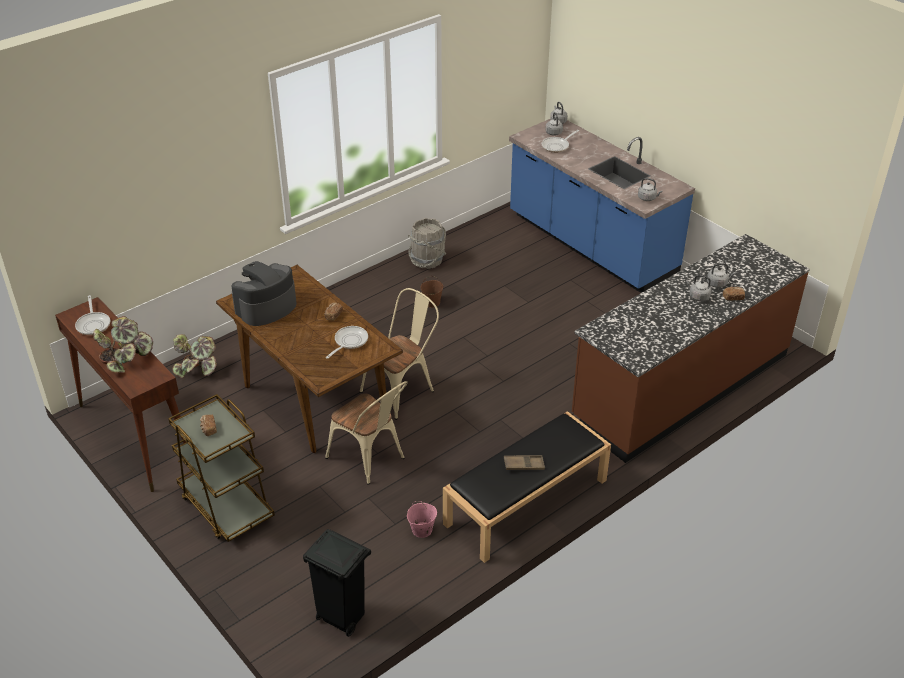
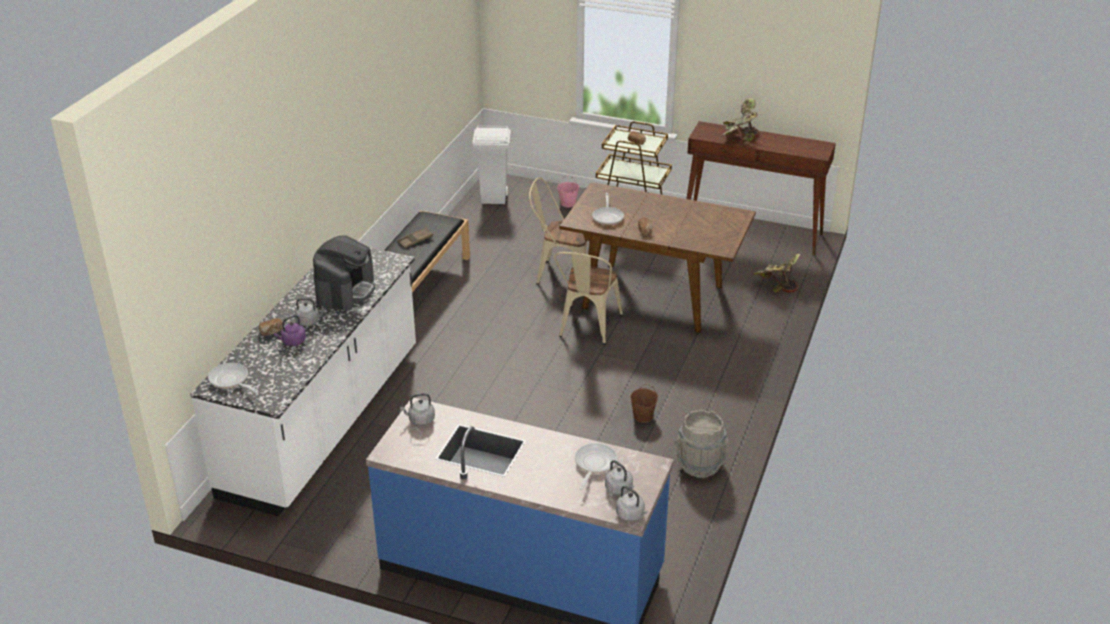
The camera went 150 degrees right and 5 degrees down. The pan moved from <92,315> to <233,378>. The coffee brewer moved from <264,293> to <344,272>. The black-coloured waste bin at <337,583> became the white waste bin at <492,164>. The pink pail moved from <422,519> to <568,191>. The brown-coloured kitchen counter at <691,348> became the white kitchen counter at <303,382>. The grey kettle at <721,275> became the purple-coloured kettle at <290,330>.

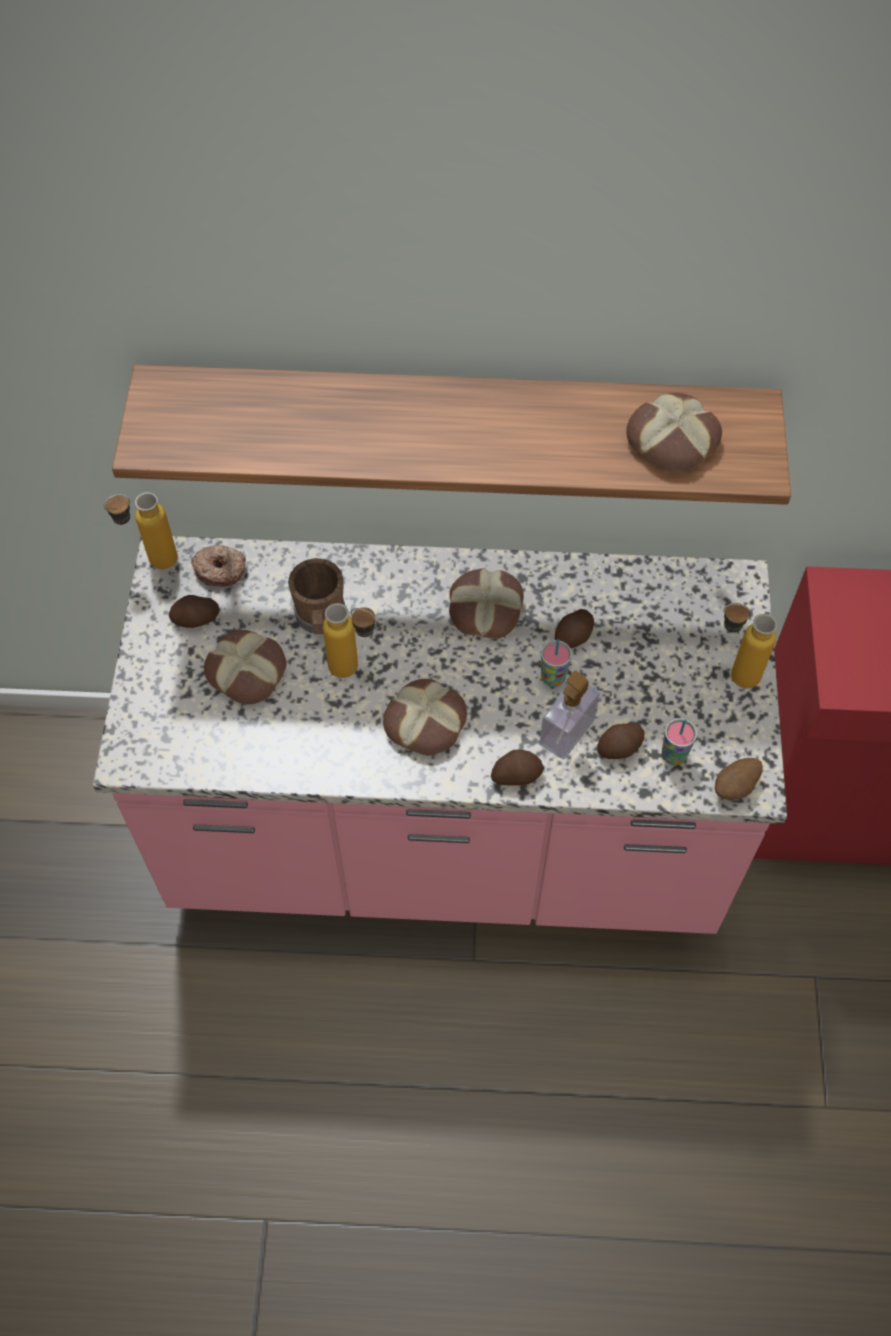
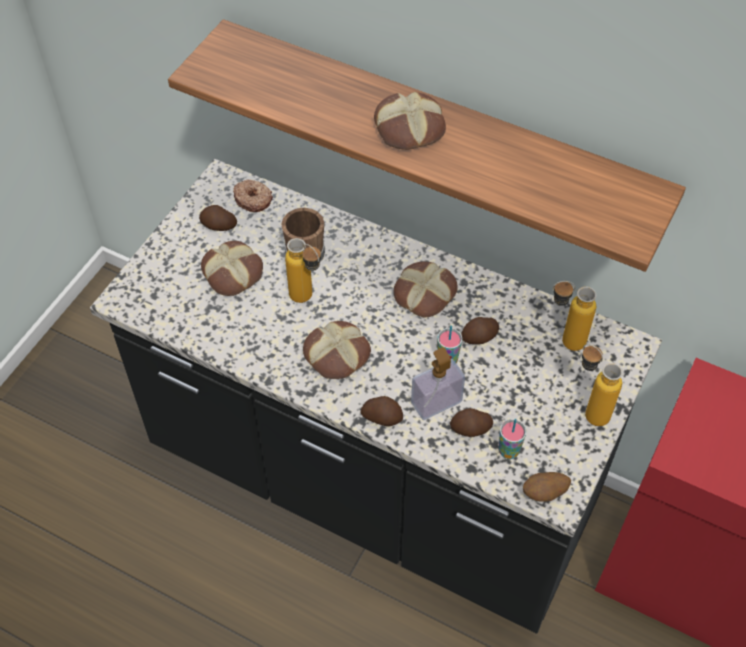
The camera went 25 degrees right and 5 degrees down. The pink kitchen counter at <440,735> became the black-coloured kitchen counter at <376,396>. The drink bottle moved from <140,530> to <575,316>. The bakery bread moved from <674,432> to <410,121>.

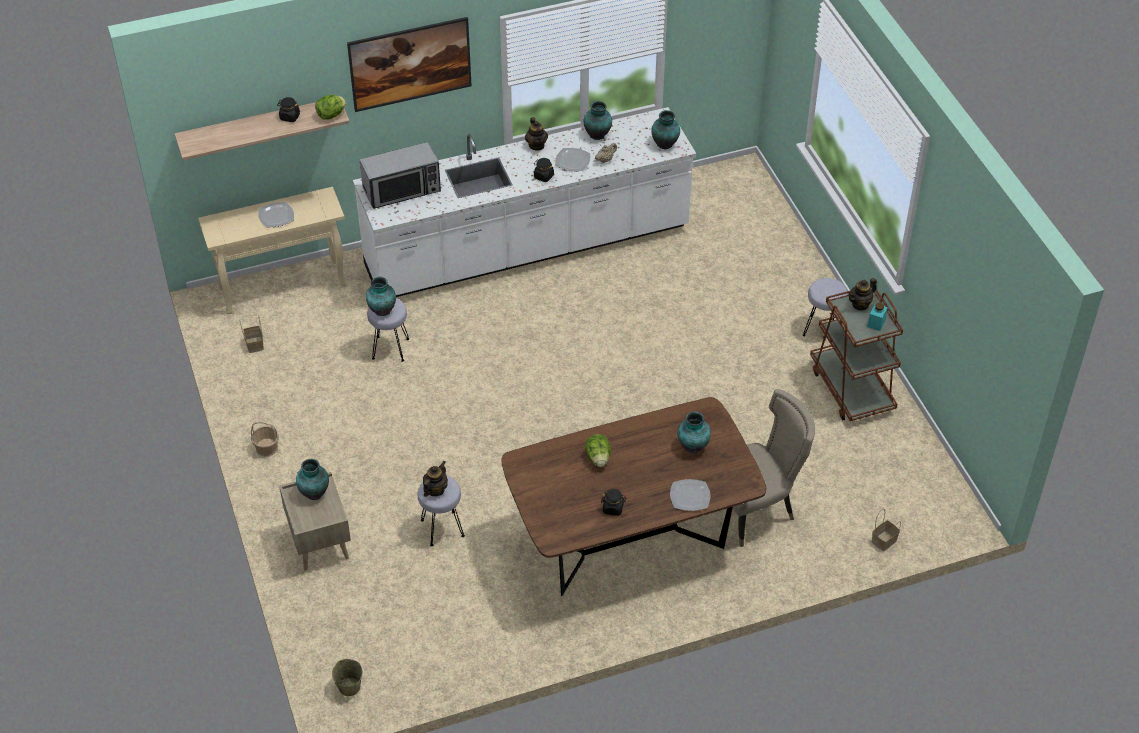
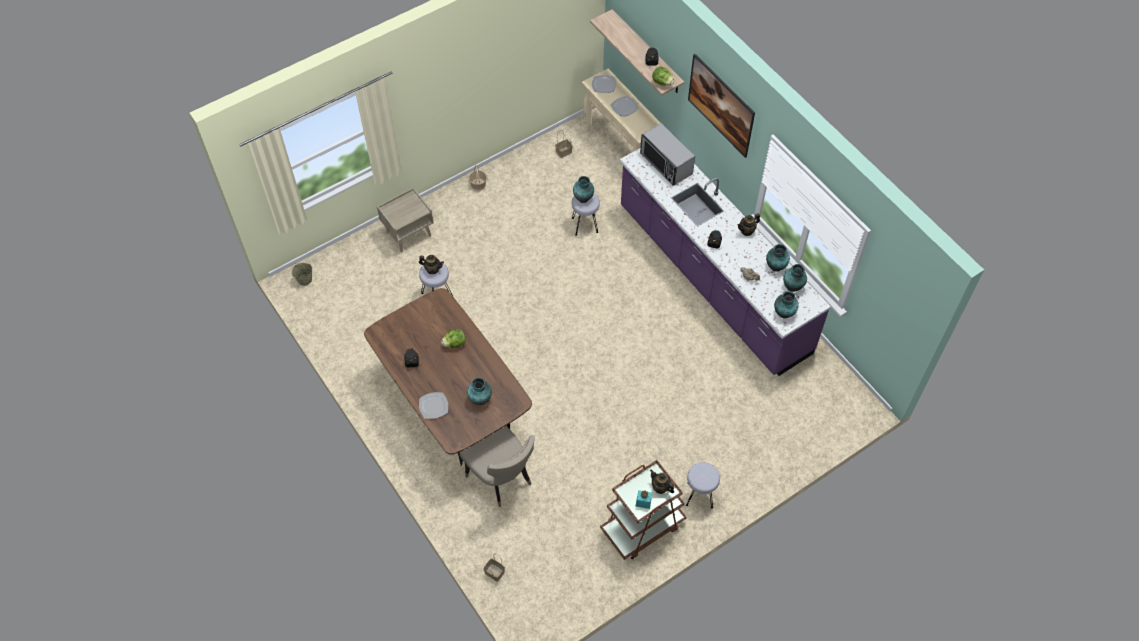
The camera went 75 degrees right and 10 degrees up. The flower vase moved from <312,479> to <795,278>. The white kitchen counter at <524,202> became the purple-coloured kitchen counter at <725,262>. The dinner plate moved from <572,159> to <604,84>.

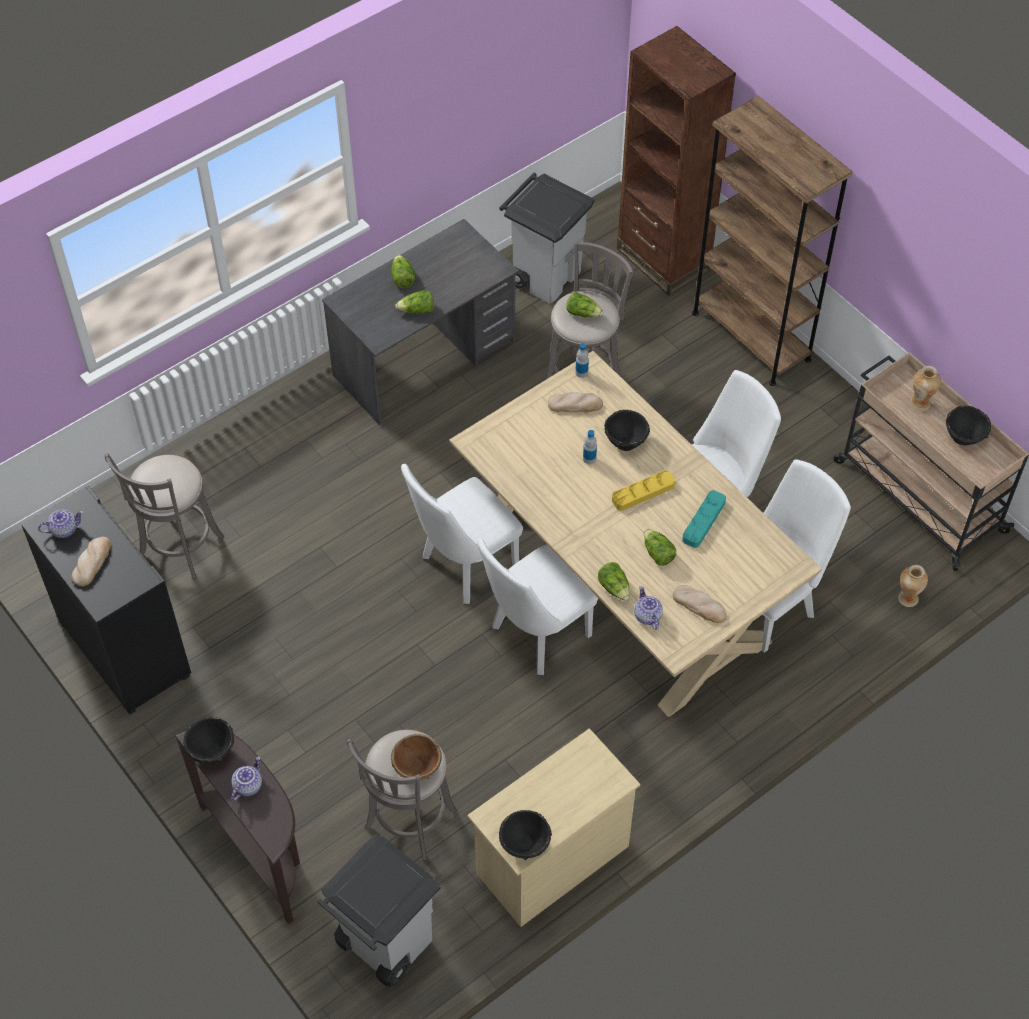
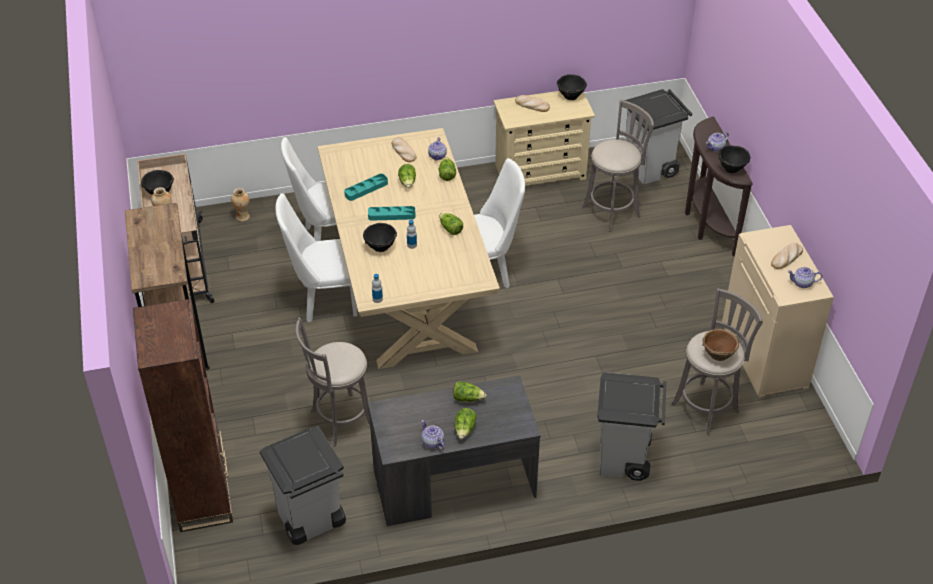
The camera went 155 degrees left and 10 degrees down. The black-coloured storage cabinet at <106,600> became the beige-coloured storage cabinet at <778,311>. The brown-coloured deep dish moved from <416,757> to <720,345>. The white plain chair at <462,534> disappeared. The bakery bread moved from <575,402> to <532,103>. The lettuce head moved from <584,305> to <451,224>. The yellowish carrying tray at <643,491> became the blue-green carrying tray at <391,213>. The teapot at <433,435> appeared. The grey waste bin at <632,426> appeared.

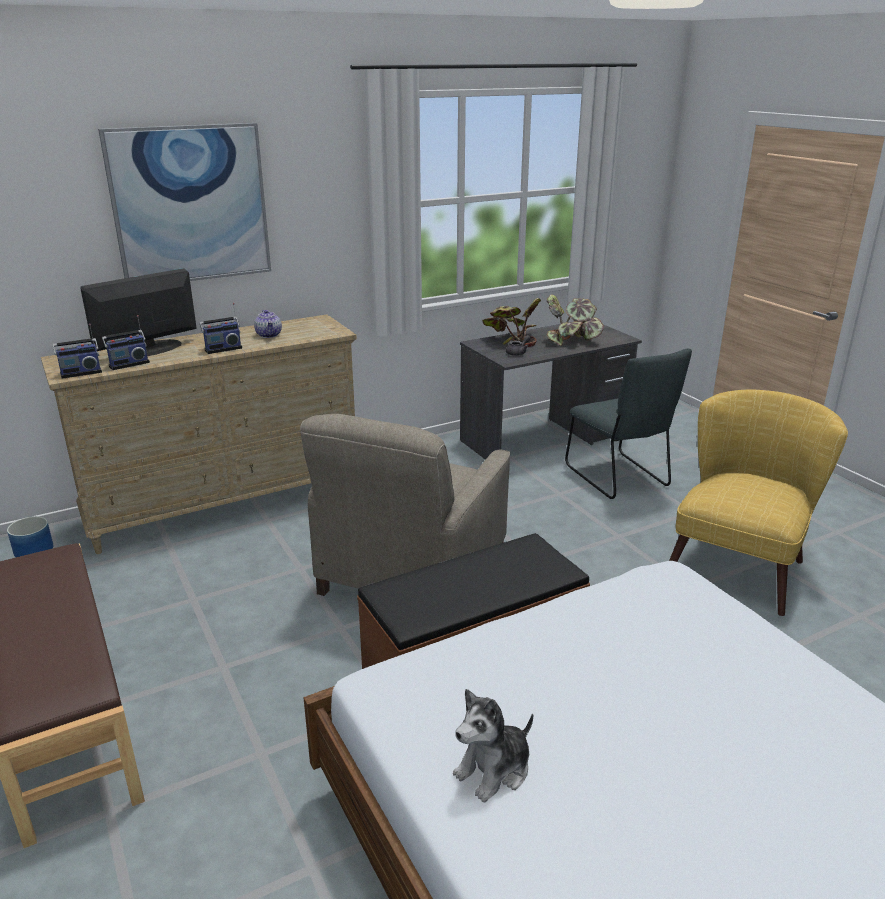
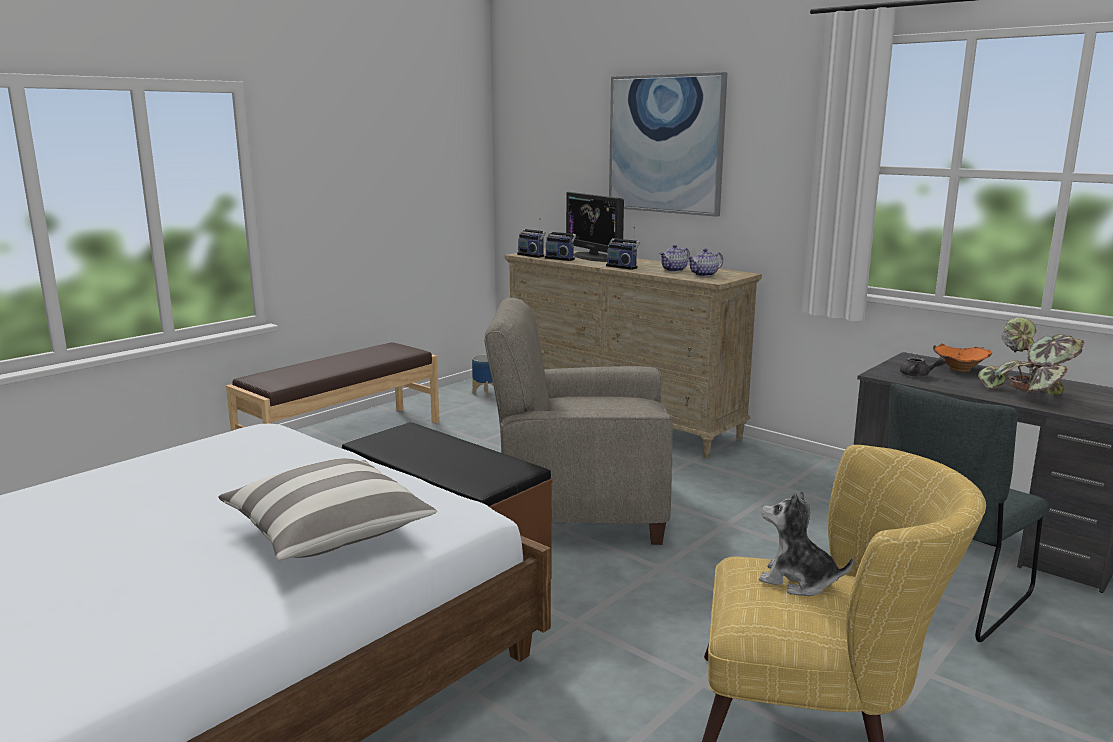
The camera went 70 degrees right and 10 degrees down. The monitor at <138,312> turned 150 degrees counterclockwise. The plush toy moved from <493,746> to <806,543>. The plant in a pot at <511,322> was replaced by the orange deep dish at <962,358>. The pillow at <327,509> appeared. The teapot at <705,262> appeared.

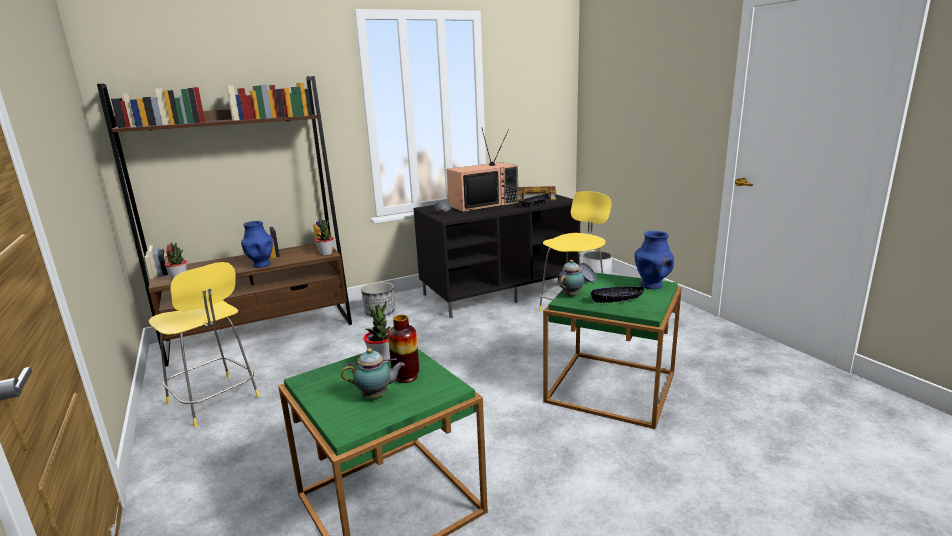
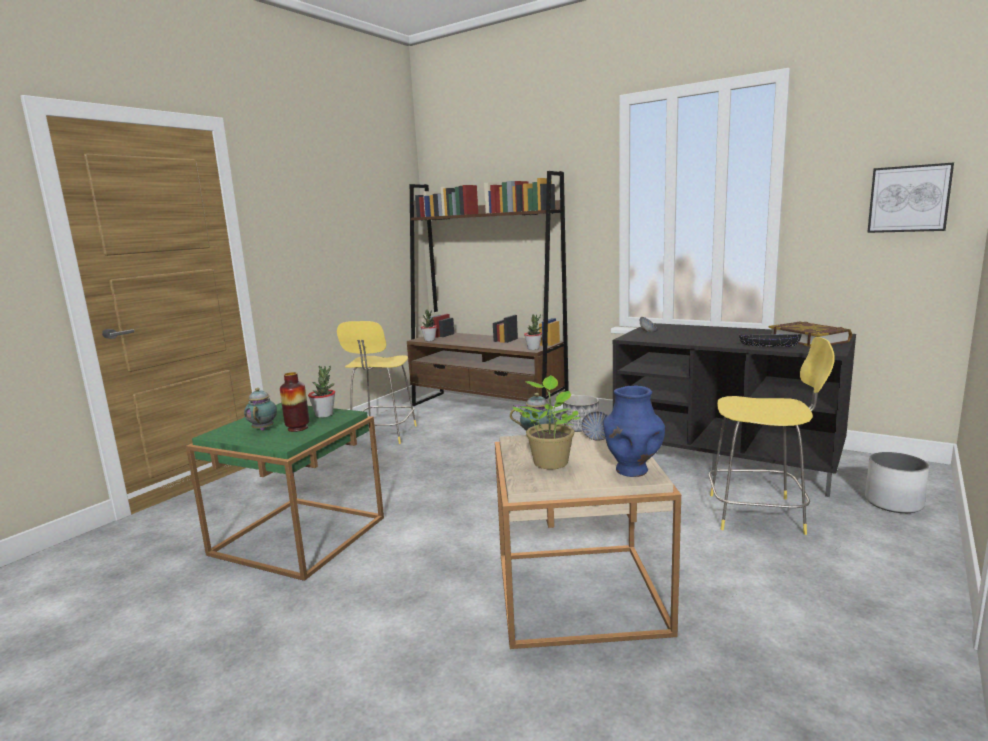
The camera went 60 degrees right and 5 degrees down. The blue flower vase at <257,244> disappeared. The teapot at <373,373> turned 150 degrees counterclockwise. The television at <482,170> disappeared. The green accent table at <612,350> became the beige-coloured accent table at <588,540>. The black-coloured deep dish at <617,294> was replaced by the plant in a pot at <546,422>. The wall art at <910,198> appeared.

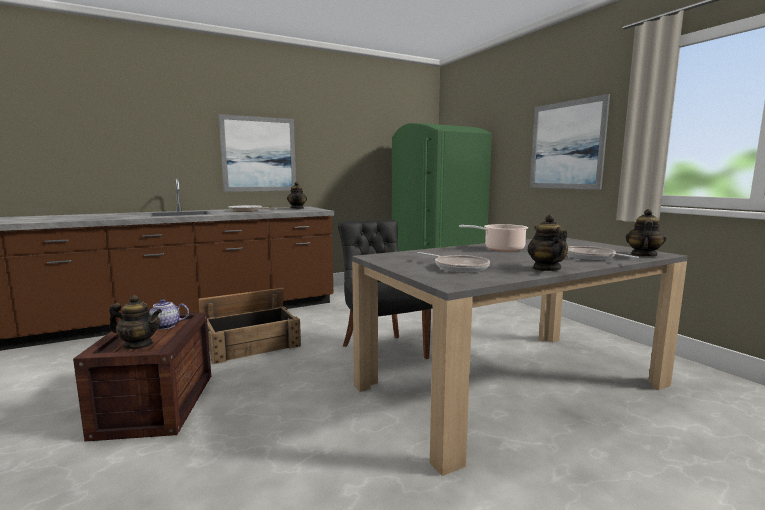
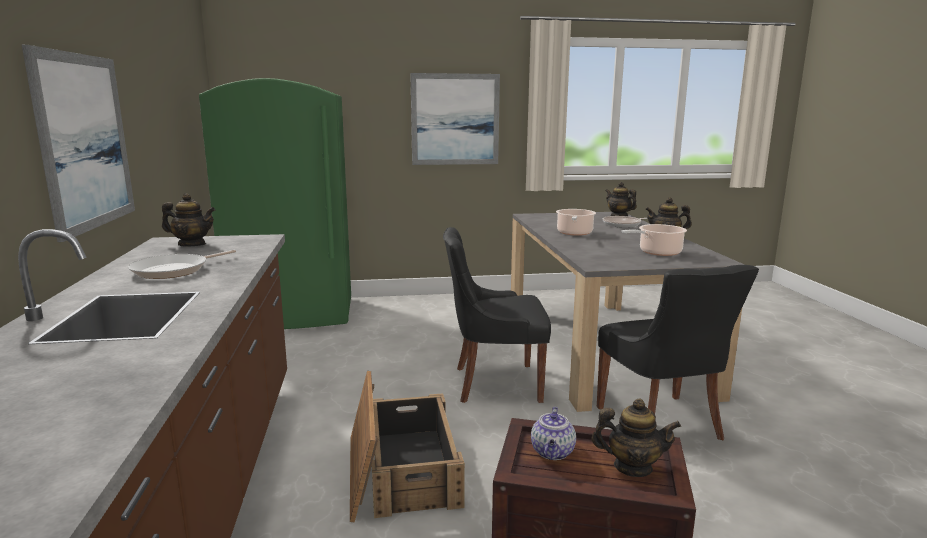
The camera went 70 degrees left and 5 degrees up. The teapot at <135,322> turned 75 degrees clockwise. The pan at <453,262> was replaced by the saucepot at <654,240>. The black-coloured plain chair at <678,352> appeared.

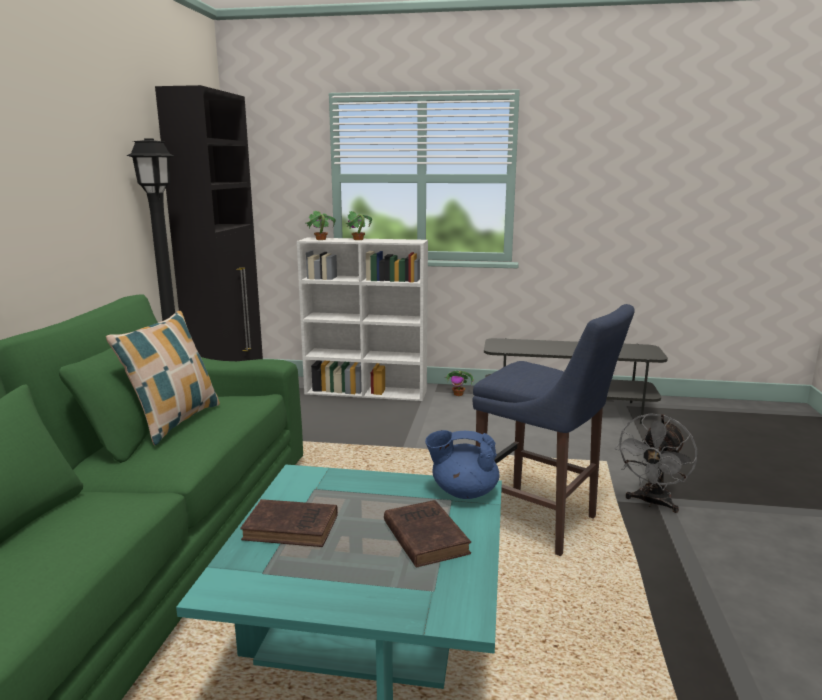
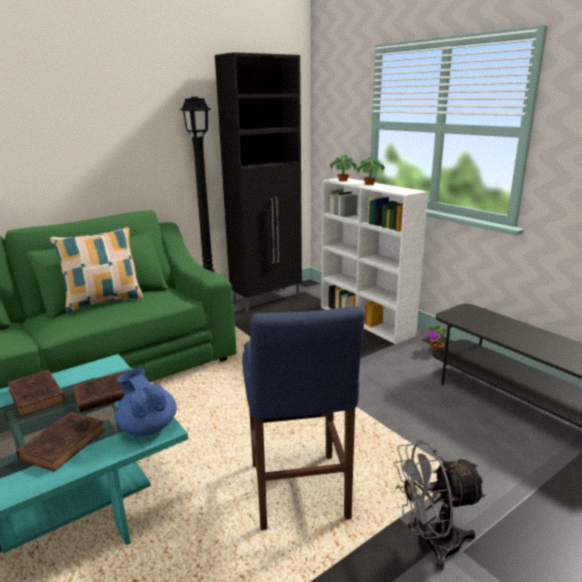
The camera went 45 degrees right and 5 degrees up. The brown-coloured volume at <101,391> appeared.

